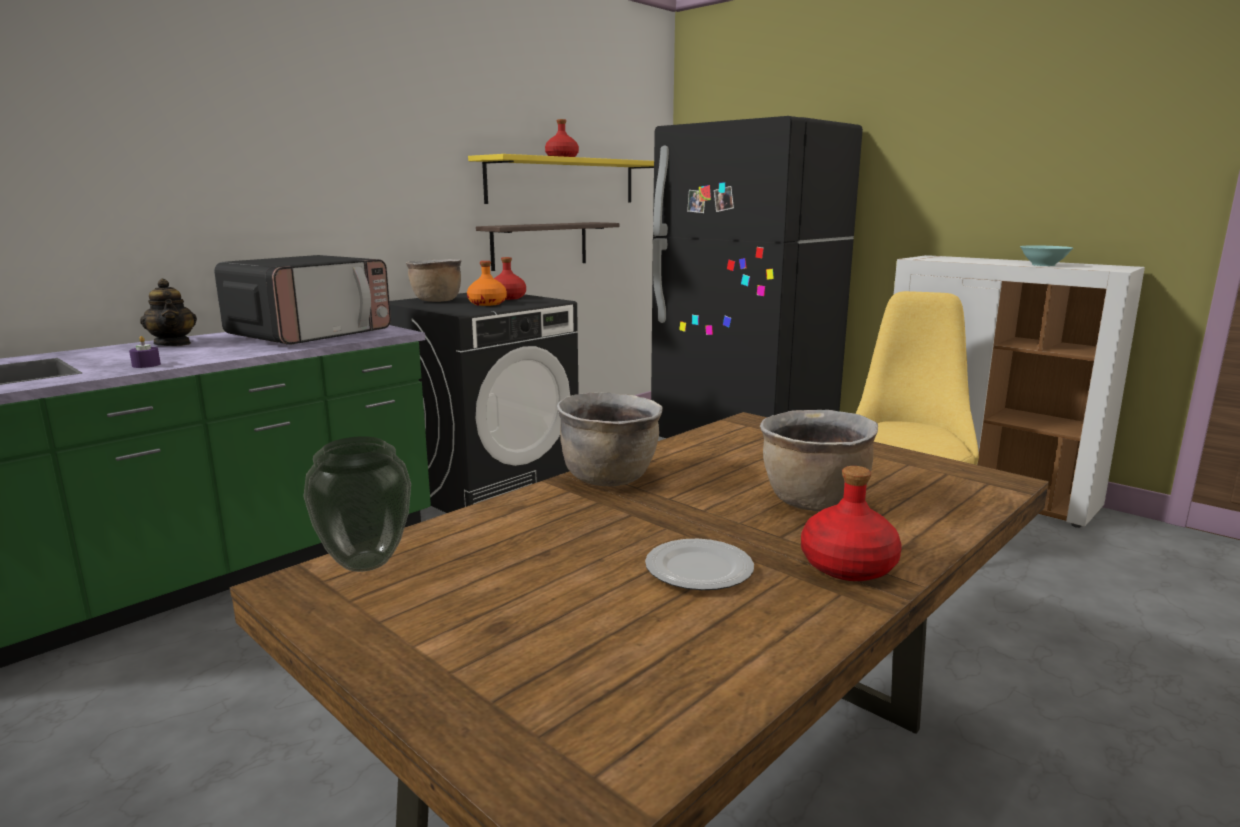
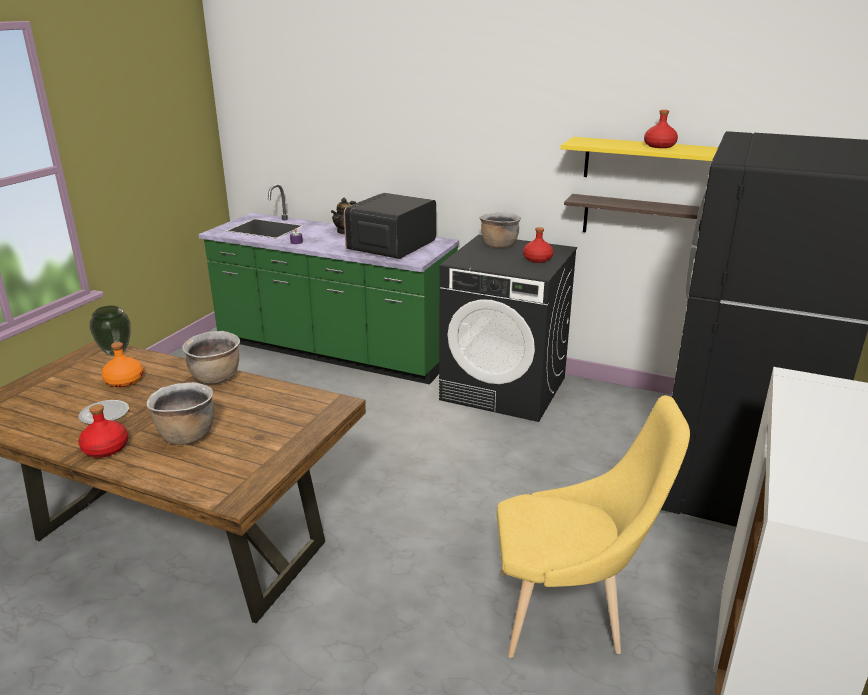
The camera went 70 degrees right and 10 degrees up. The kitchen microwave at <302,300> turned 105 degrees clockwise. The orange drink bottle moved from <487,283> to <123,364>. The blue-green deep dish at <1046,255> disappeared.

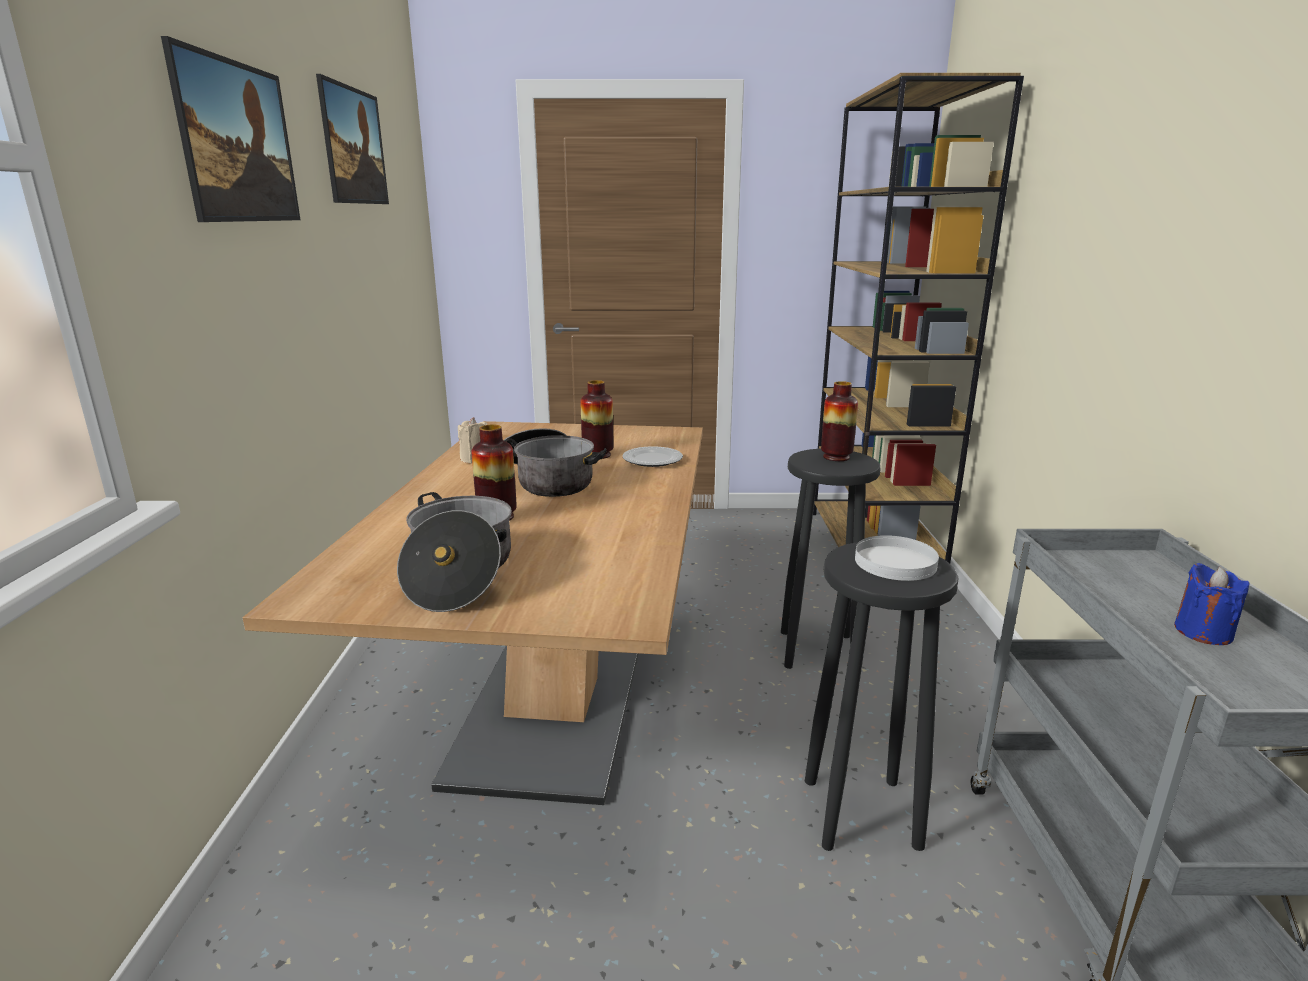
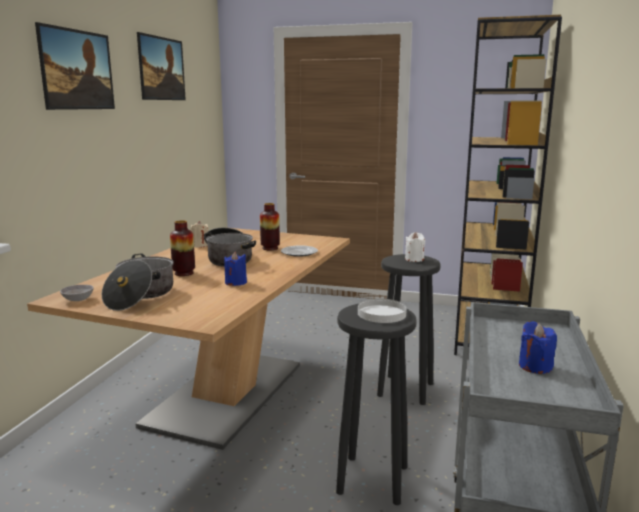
The camera went 15 degrees right and 5 degrees down. The flower vase at <839,421> was replaced by the white wax candle at <415,247>. The grey deep dish at <77,293> appeared. The blue wax candle at <235,269> appeared.

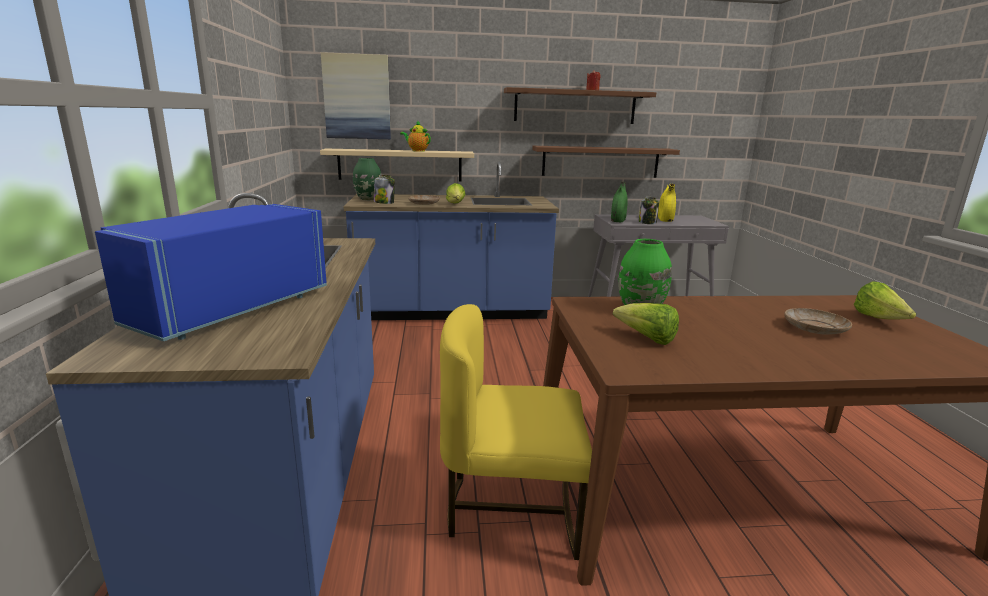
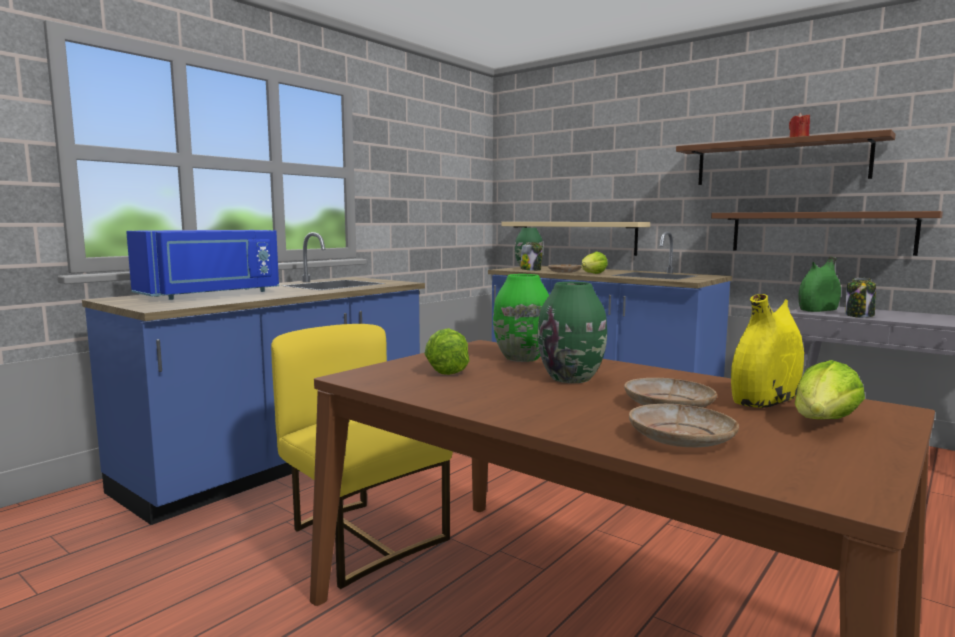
The camera went 45 degrees right and 10 degrees down. The blue kitchen microwave at <211,272> turned 150 degrees clockwise. The wall art at <356,95> disappeared. The teapot at <415,136> disappeared. The yellowish flower vase moved from <667,203> to <767,351>. The green flower vase at <572,332> appeared. The beige-coloured dinner plate at <684,425> appeared.

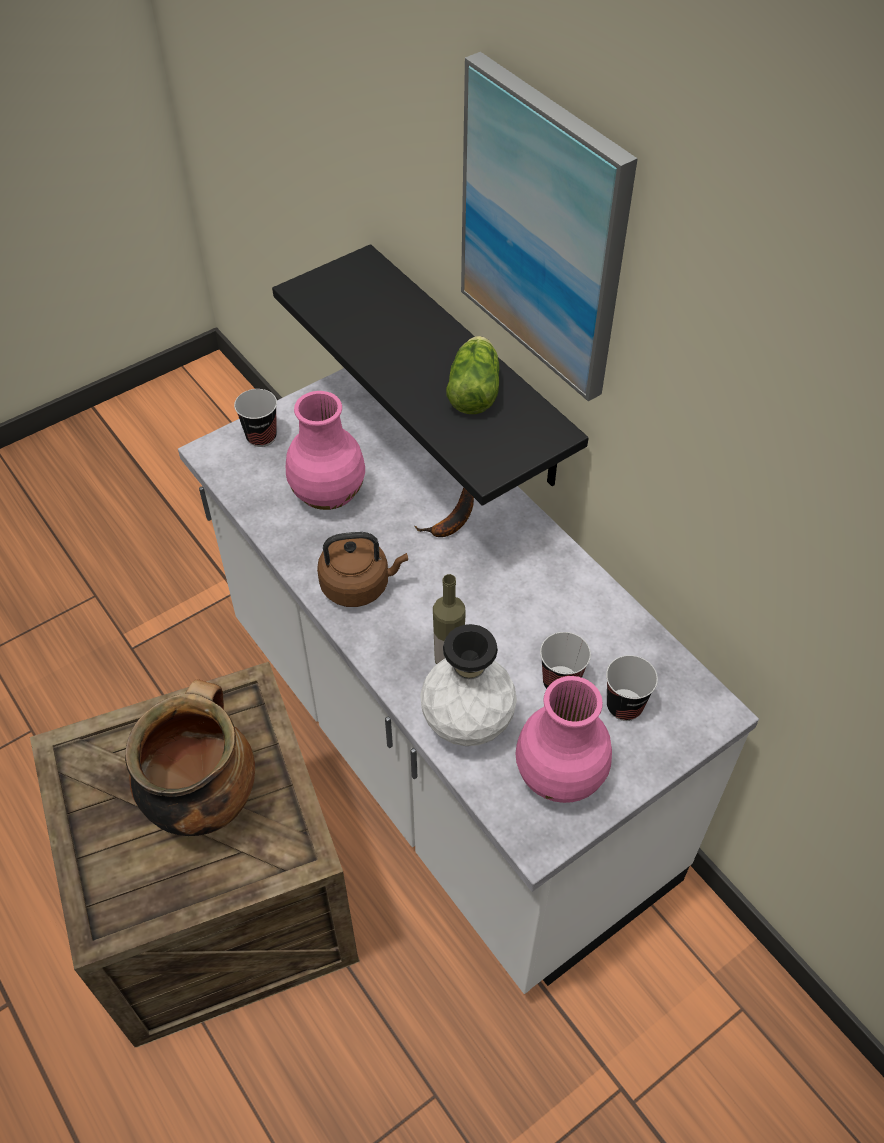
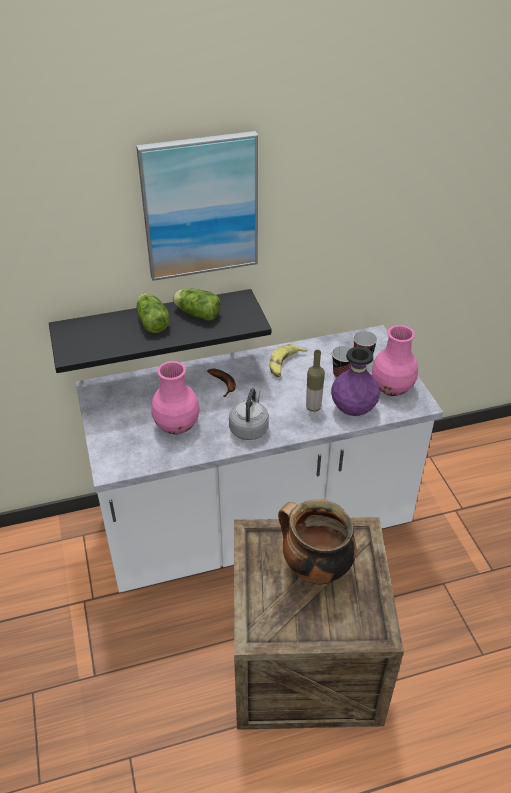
The camera went 70 degrees left and 10 degrees down. The small cup at <255,418> disappeared. The brown-coloured kettle at <362,569> became the grey kettle at <249,414>. The white flower vase at <468,685> became the purple-coloured flower vase at <355,381>. The lettuce head at <153,313> appeared. The banana fruit at <288,360> appeared.

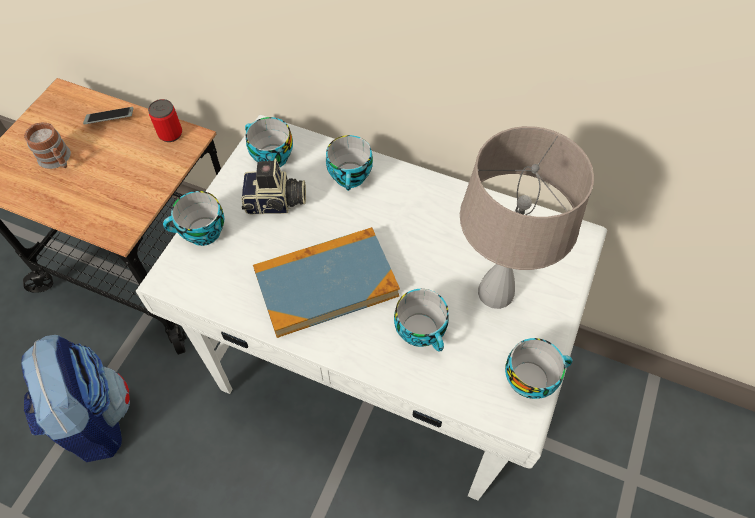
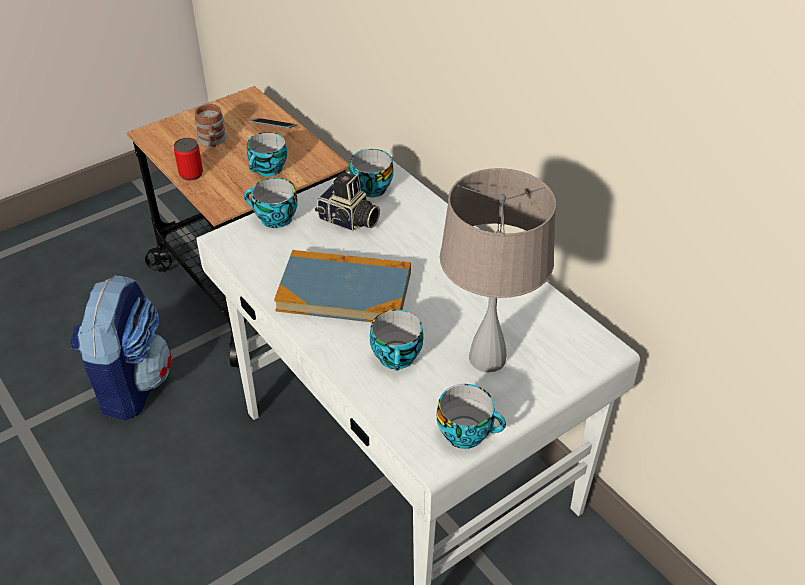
The camera went 30 degrees right and 15 degrees down. The metal can moved from <165,120> to <188,159>. The small cup moved from <349,163> to <267,154>.

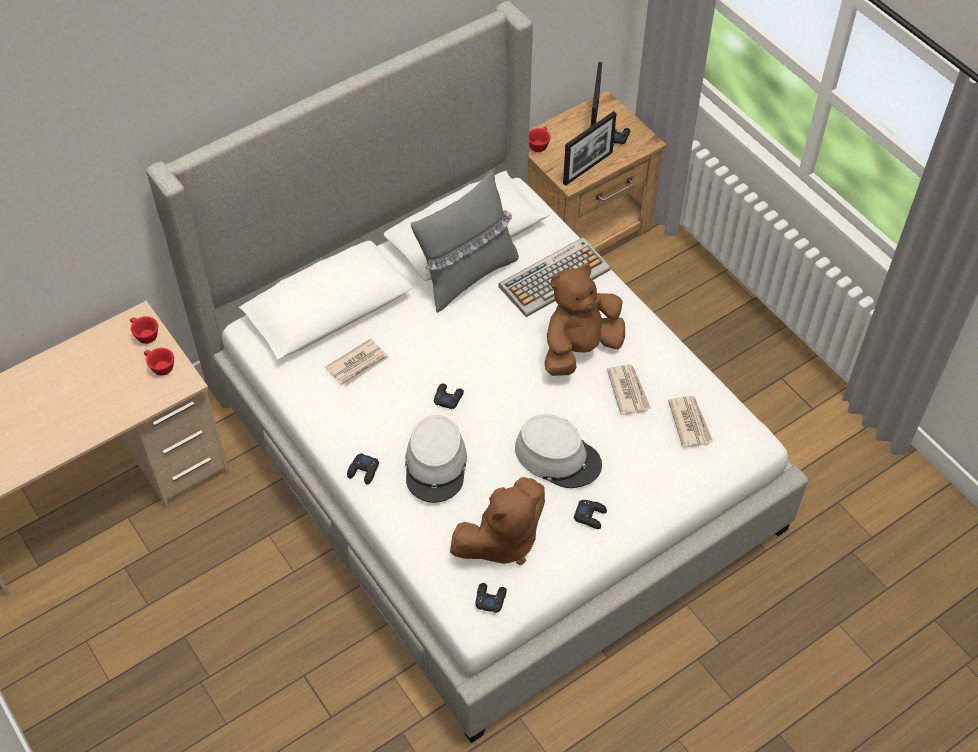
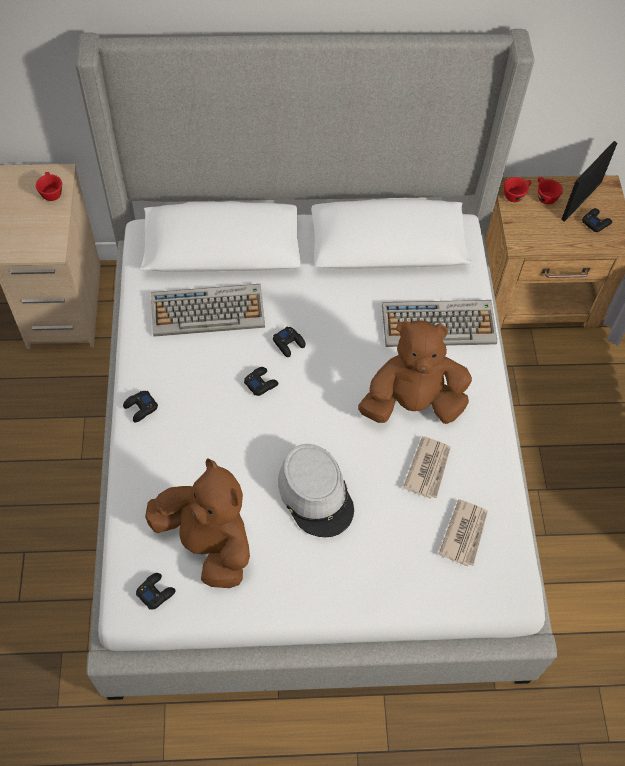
The camera went 30 degrees right and 5 degrees up. The reddish small cup moved from <159,362> to <550,191>. The printed paper at <357,362> was replaced by the computer keyboard at <208,310>. The grey wearable hat at <436,459> disappeared. The grey pillow at <465,242> disappeared. The brown-coloured plush toy at <497,521> turned 135 degrees counterclockwise. The photo frame at <590,148> disappeared. The black-coloured game controller moved from <590,514> to <289,341>.

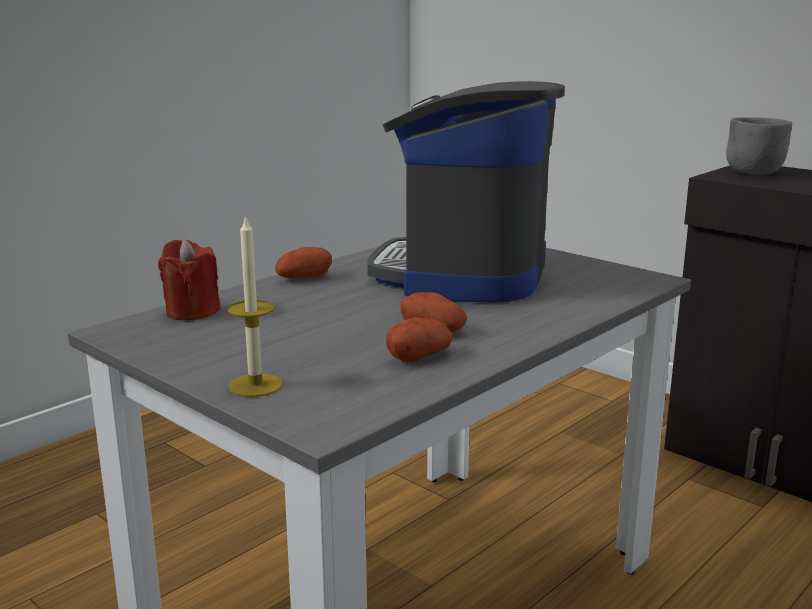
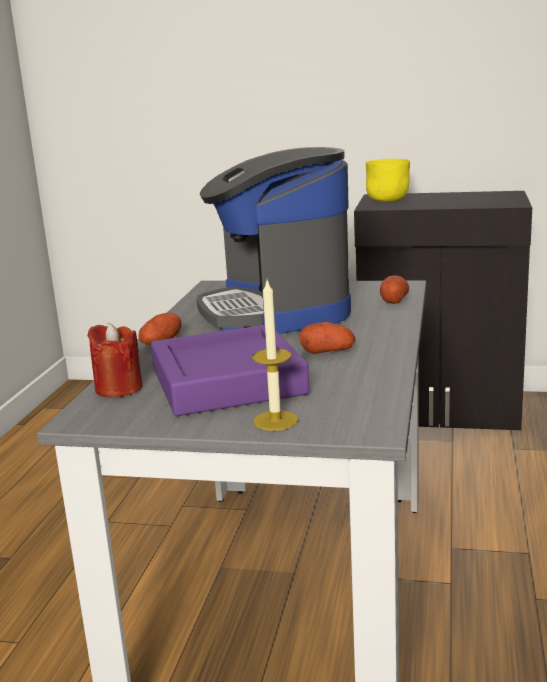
The camera went 30 degrees left and 0 degrees up. The potato moved from <419,340> to <394,290>. The grey deep dish at <759,146> became the yellowish deep dish at <388,180>. The purple-coloured carrying tray at <230,370> appeared.

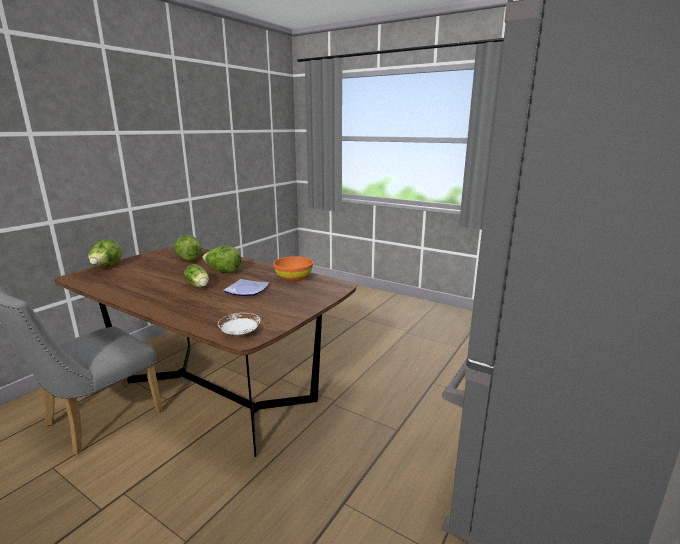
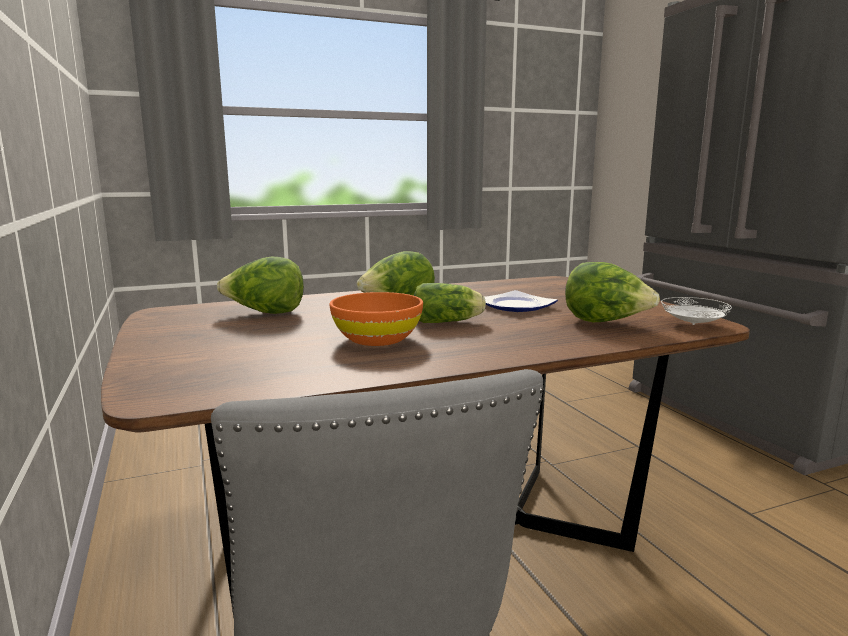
The camera went 55 degrees left and 5 degrees down. The lettuce head moved from <105,253> to <612,292>. The orange deep dish moved from <293,268> to <376,319>.

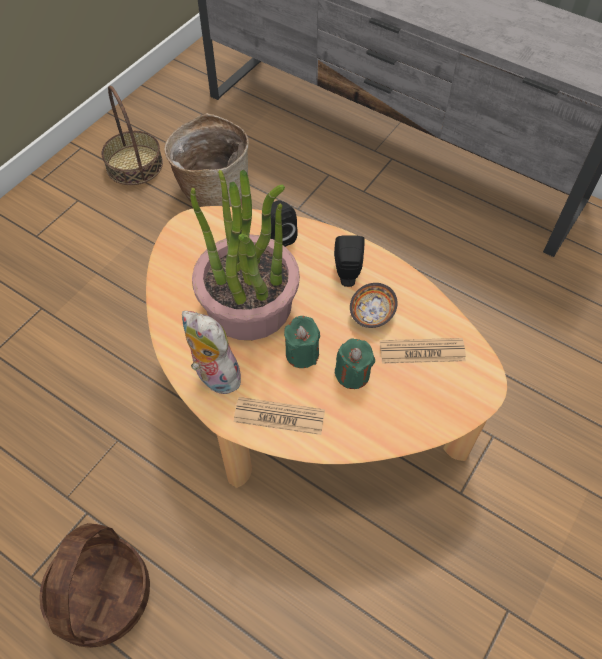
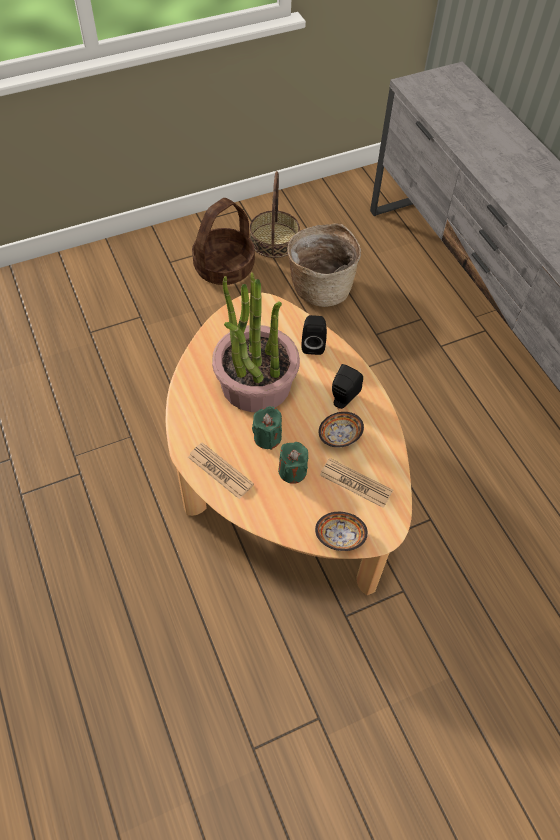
The camera went 30 degrees right and 0 degrees up. The household basket moved from <94,585> to <223,241>. The plush toy at <213,352> disappeared. The deep dish at <341,531> appeared.

